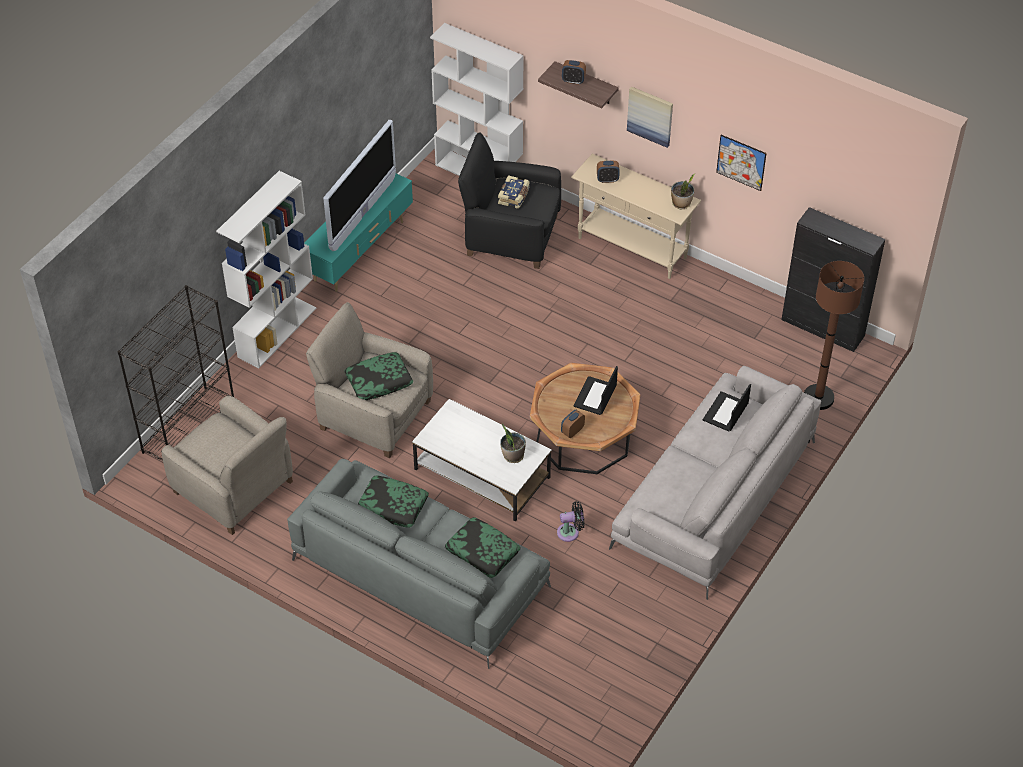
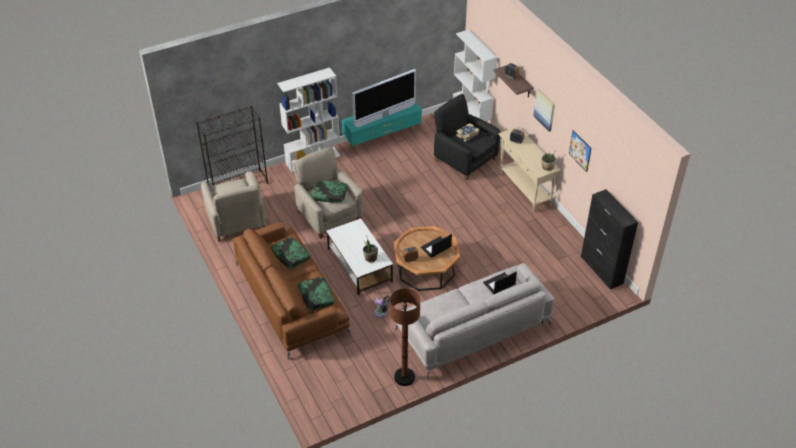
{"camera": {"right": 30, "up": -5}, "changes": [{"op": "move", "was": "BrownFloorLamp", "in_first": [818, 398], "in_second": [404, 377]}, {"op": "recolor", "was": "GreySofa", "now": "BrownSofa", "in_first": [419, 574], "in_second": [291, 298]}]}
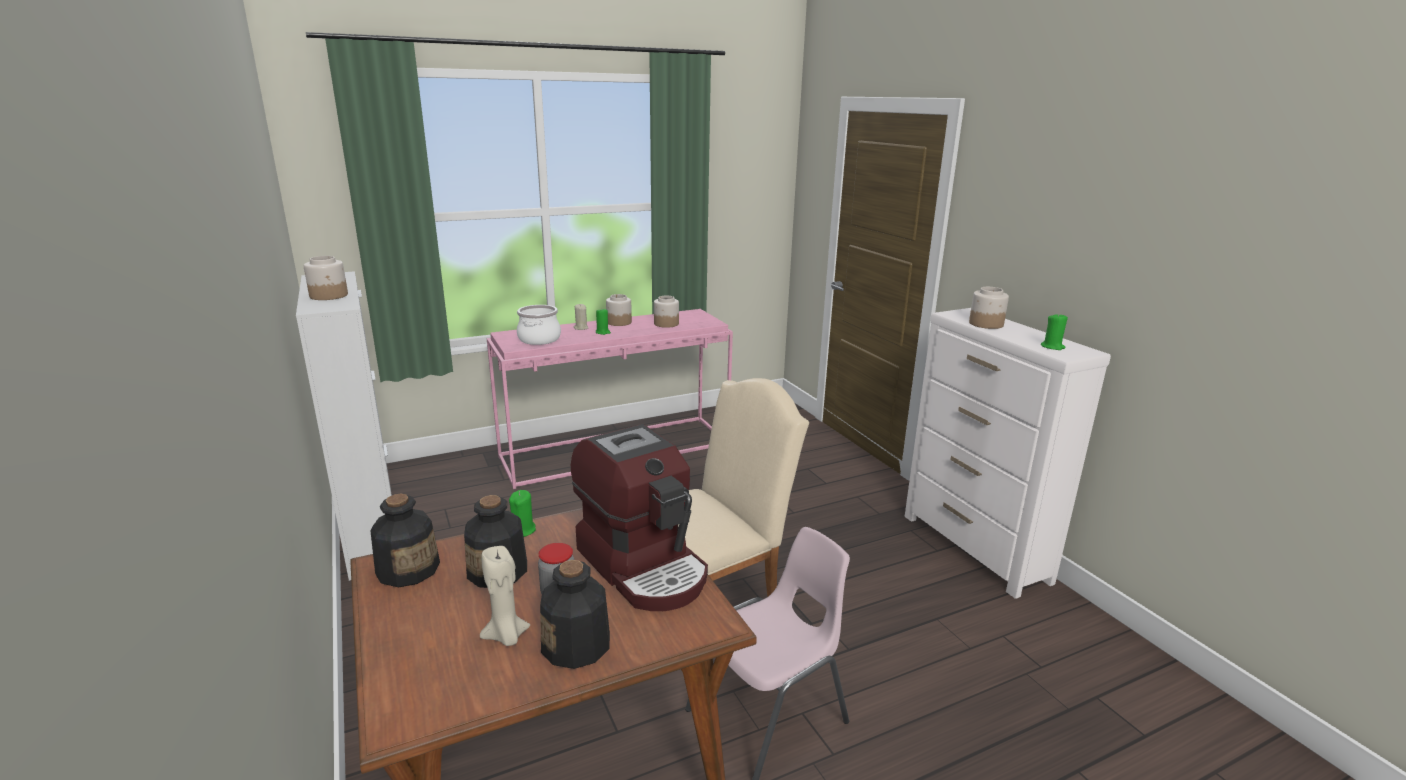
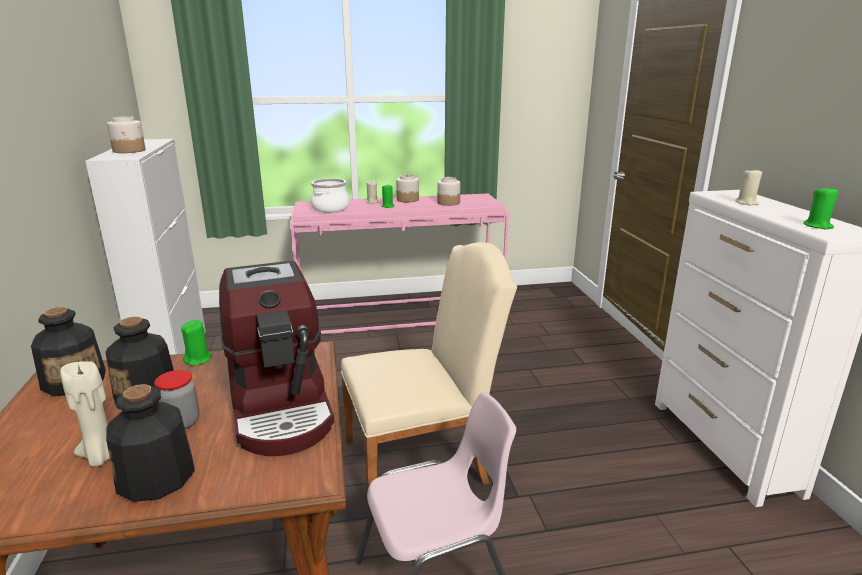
{"camera": {"right": 15, "up": 0}, "changes": [{"op": "replace", "was": "Jar", "now": "BeigeCandle", "in_first": [985, 324], "in_second": [746, 203]}]}
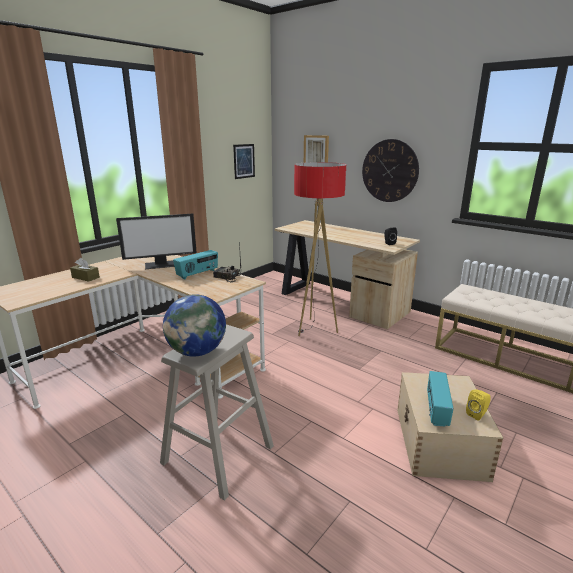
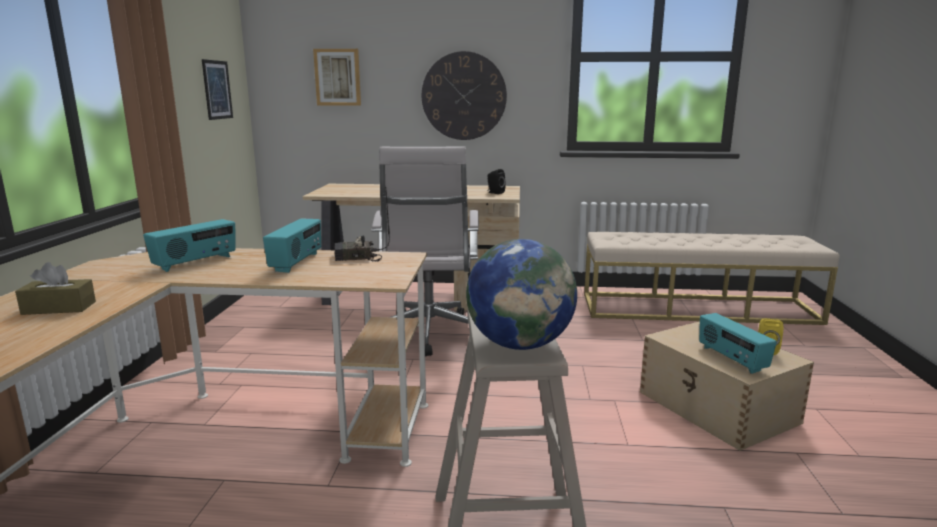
{"camera": {"right": -35, "up": -5}, "changes": [{"op": "replace", "was": "Monitor", "now": "Radio", "in_first": [161, 264], "in_second": [196, 263]}, {"op": "replace", "was": "FloorLamp", "now": "WhiteOfficeChair", "in_first": [315, 329], "in_second": [429, 335]}]}
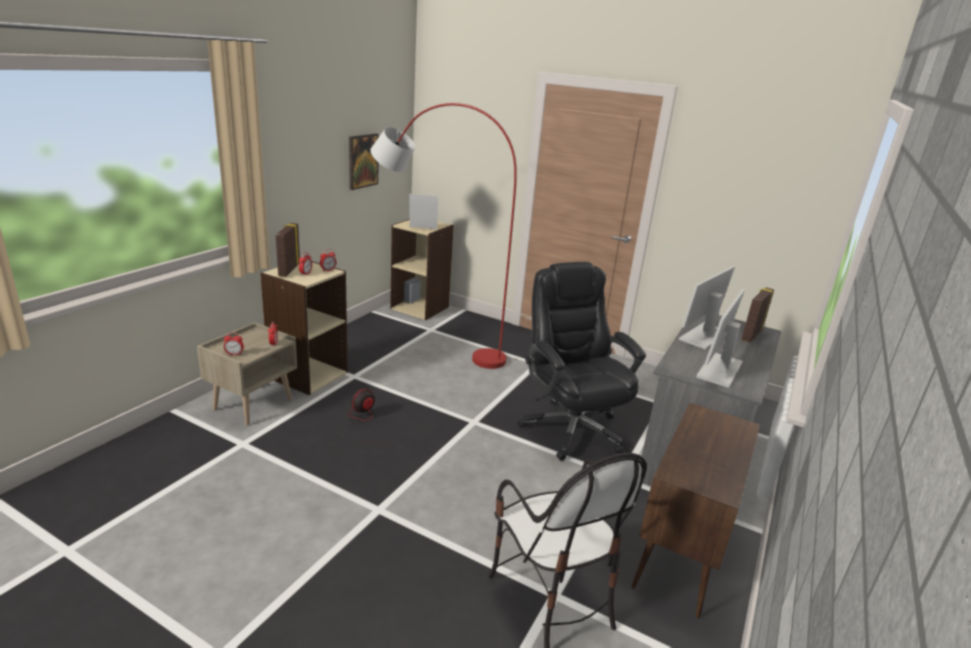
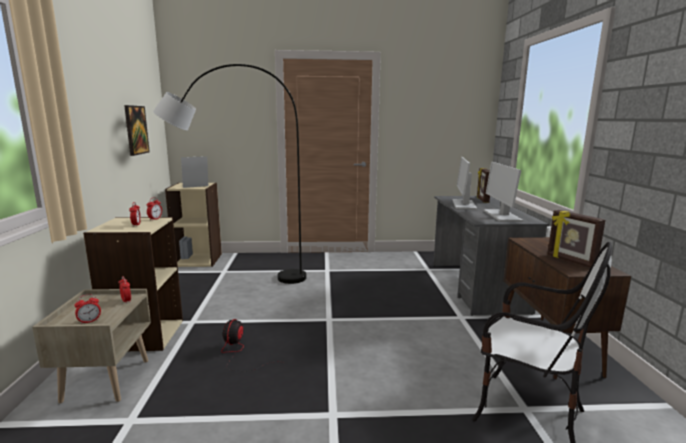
{"camera": {"right": -30, "up": -10}, "changes": [{"op": "delete", "was": "BlackOfficeChair", "in_first": [571, 428]}, {"op": "move", "was": "PictureFrame", "in_first": [288, 270], "in_second": [570, 261]}, {"op": "recolor", "was": "RedFloorLamp", "now": "GreyFloorLamp", "in_first": [432, 344], "in_second": [236, 280]}]}
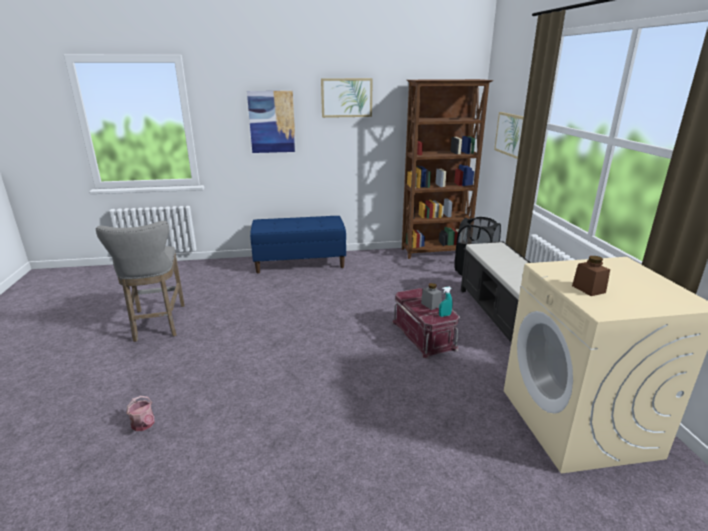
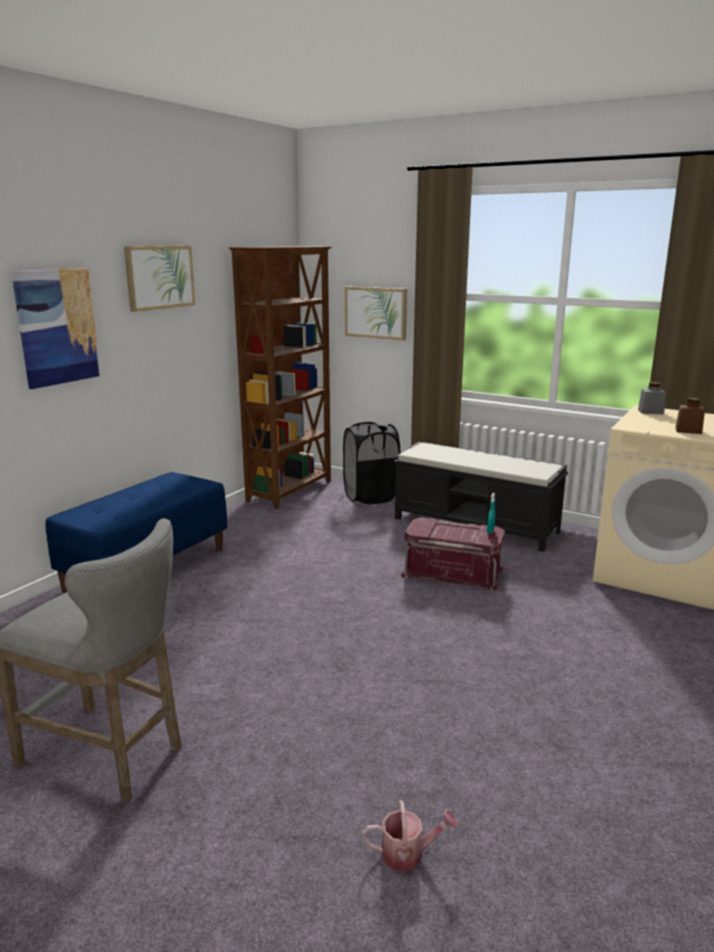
{"camera": {"right": -50, "up": -5}, "changes": [{"op": "move", "was": "GreyJar", "in_first": [431, 305], "in_second": [650, 412]}]}
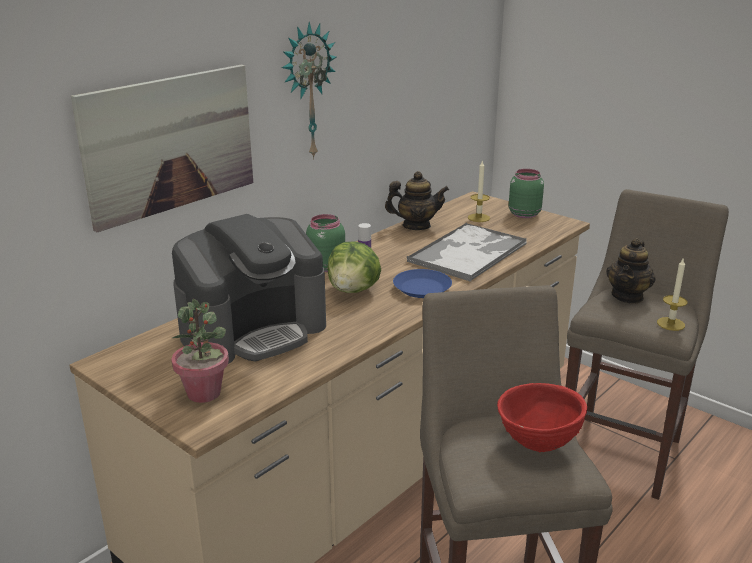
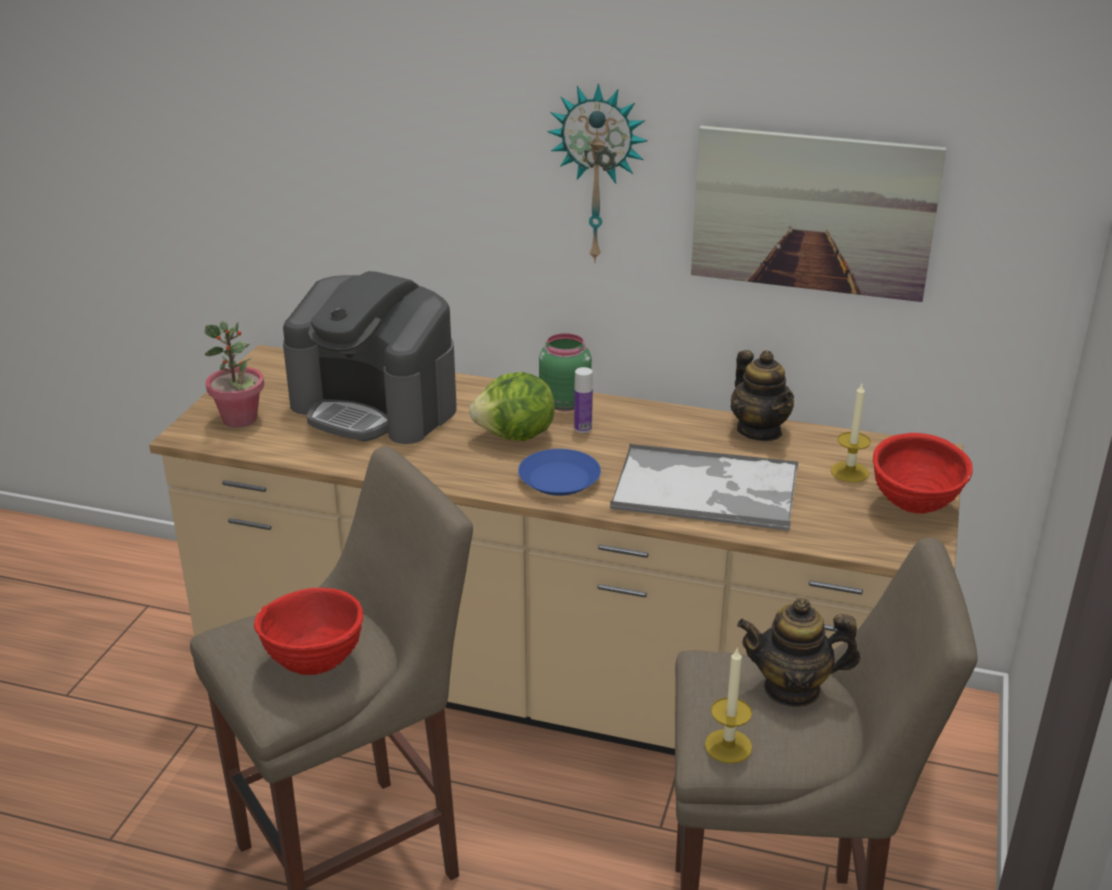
{"camera": {"right": 65, "up": 5}, "changes": [{"op": "move", "was": "Picture", "in_first": [170, 143], "in_second": [812, 212]}, {"op": "replace", "was": "GreenJar", "now": "RedBowl", "in_first": [523, 214], "in_second": [914, 507]}]}
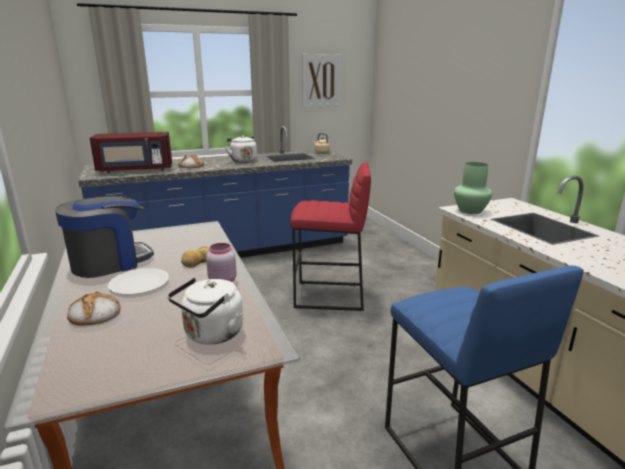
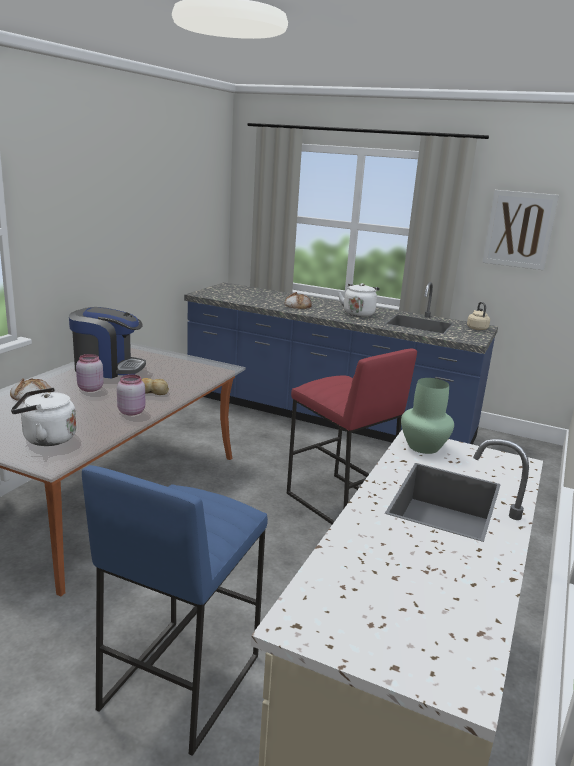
{"camera": {"right": 45, "up": 0}, "changes": [{"op": "delete", "was": "RedMicrowave", "in_first": [135, 170]}, {"op": "replace", "was": "WhitePlate", "now": "PinkJar", "in_first": [139, 283], "in_second": [89, 389]}]}
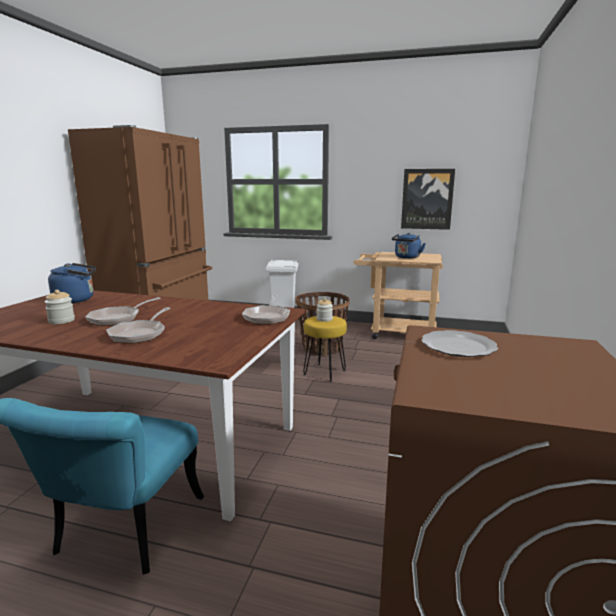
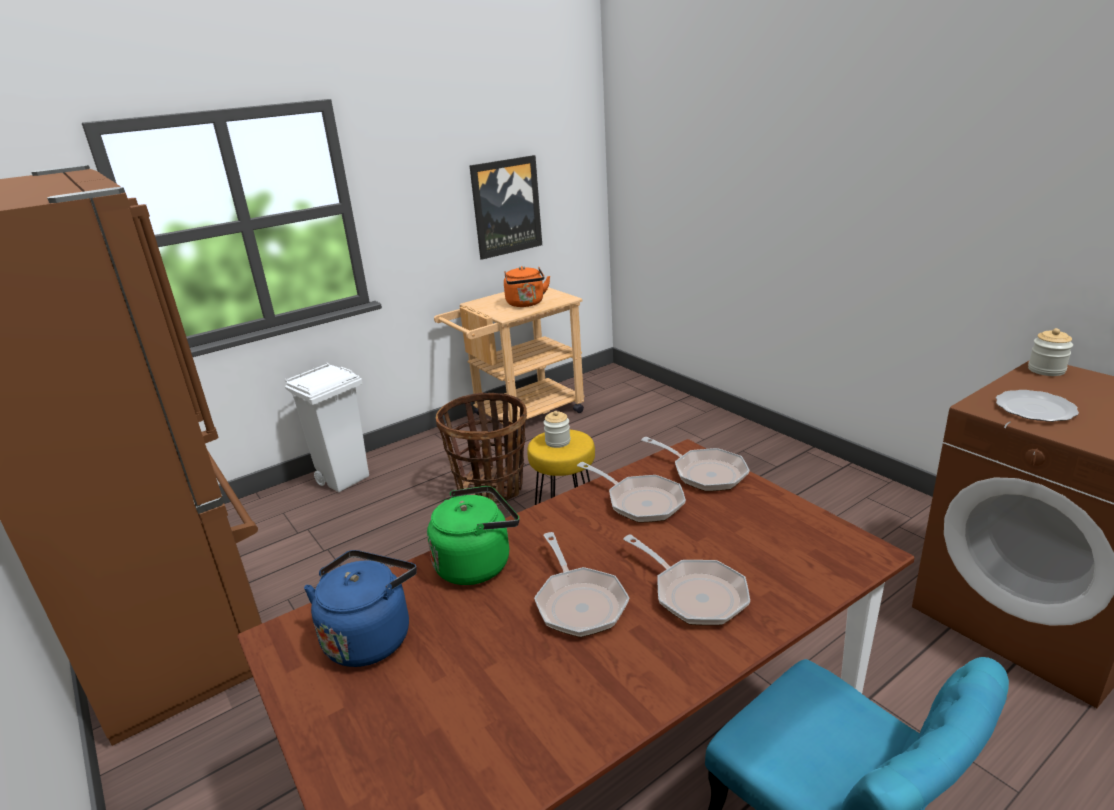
{"camera": {"right": -50, "up": 10}, "changes": [{"op": "insert", "now": "GreenKettle", "in_second": [477, 563]}, {"op": "insert", "now": "FryingPan", "in_second": [640, 502]}, {"op": "move", "was": "Jar", "in_first": [61, 321], "in_second": [1046, 370]}, {"op": "recolor", "was": "BlueKettle", "now": "OrangeKettle", "in_first": [406, 257], "in_second": [526, 304]}]}
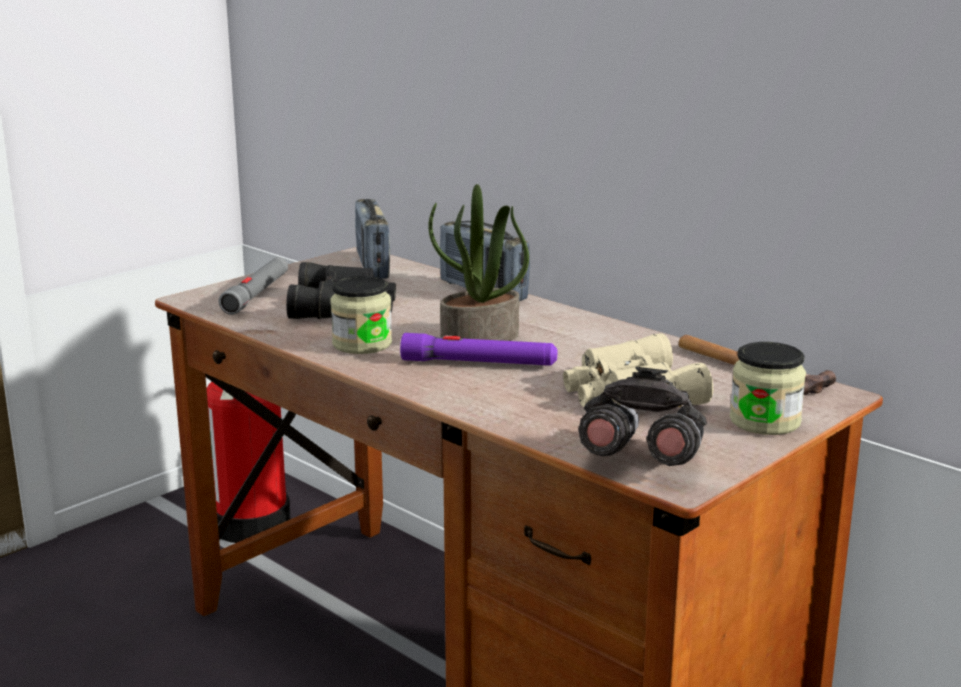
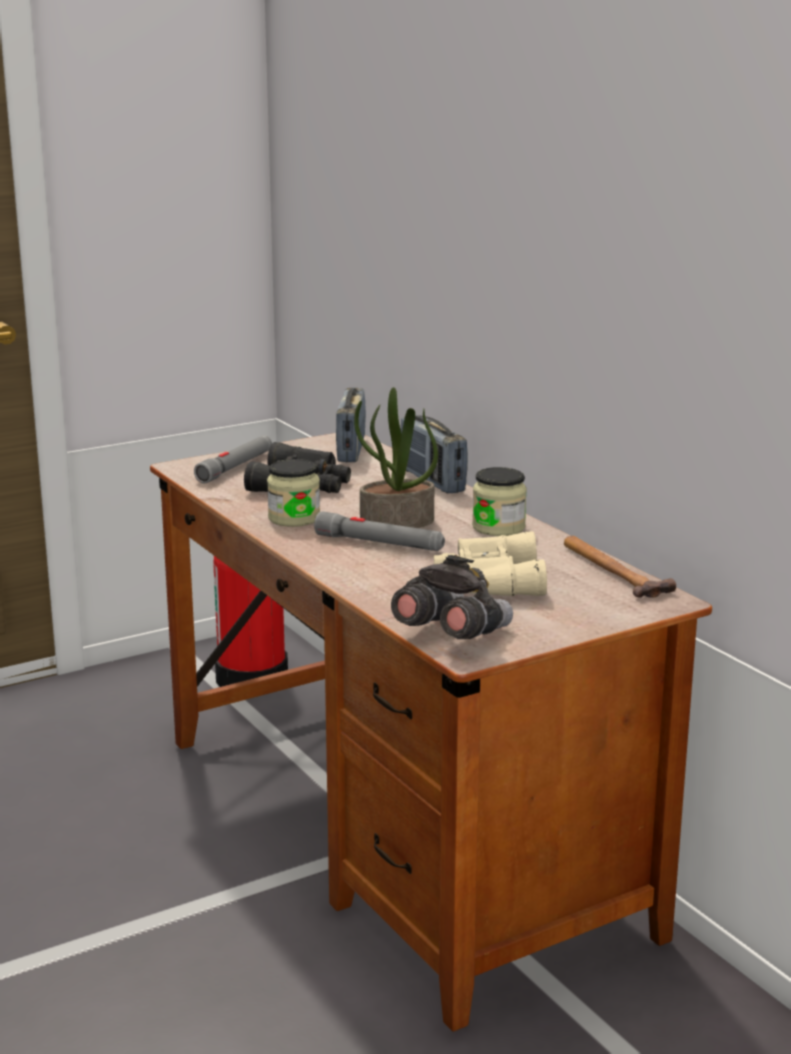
{"camera": {"right": 15, "up": 0}, "changes": [{"op": "move", "was": "Jar", "in_first": [765, 421], "in_second": [498, 527]}, {"op": "recolor", "was": "PurpleFlashlight", "now": "GreyFlashlight", "in_first": [479, 363], "in_second": [379, 543]}]}
